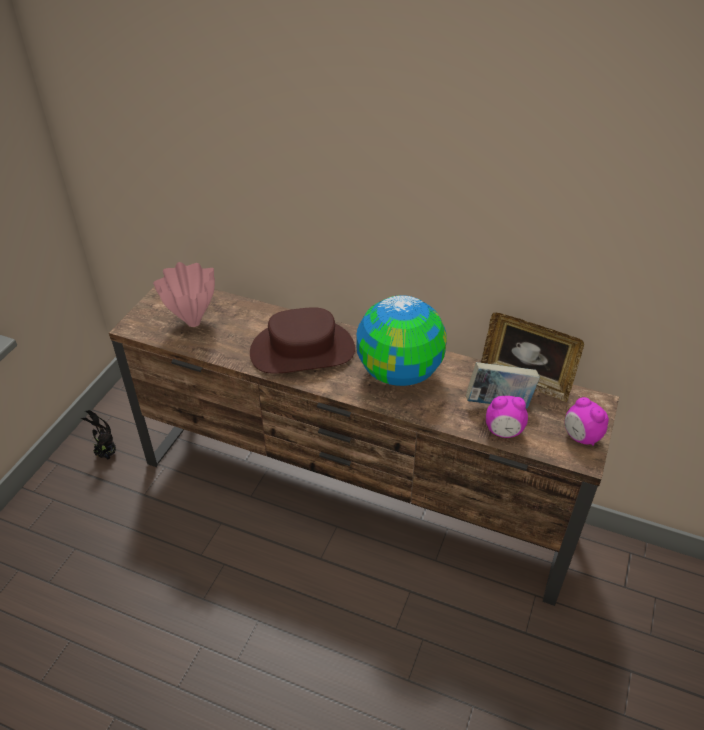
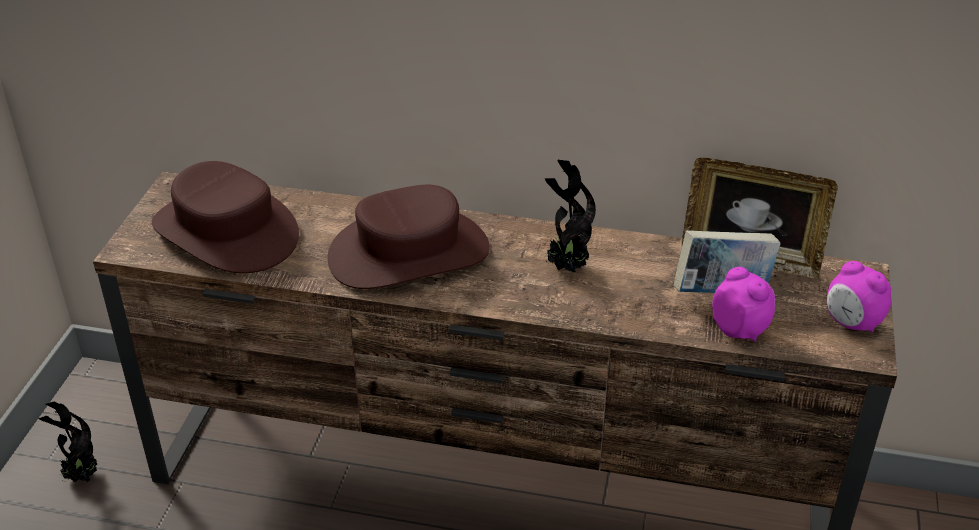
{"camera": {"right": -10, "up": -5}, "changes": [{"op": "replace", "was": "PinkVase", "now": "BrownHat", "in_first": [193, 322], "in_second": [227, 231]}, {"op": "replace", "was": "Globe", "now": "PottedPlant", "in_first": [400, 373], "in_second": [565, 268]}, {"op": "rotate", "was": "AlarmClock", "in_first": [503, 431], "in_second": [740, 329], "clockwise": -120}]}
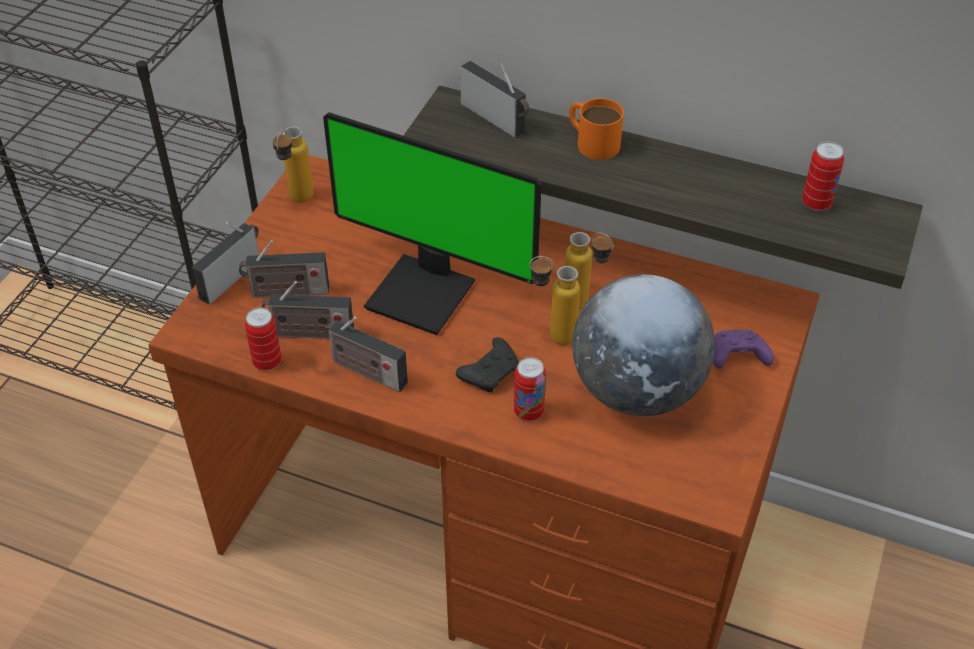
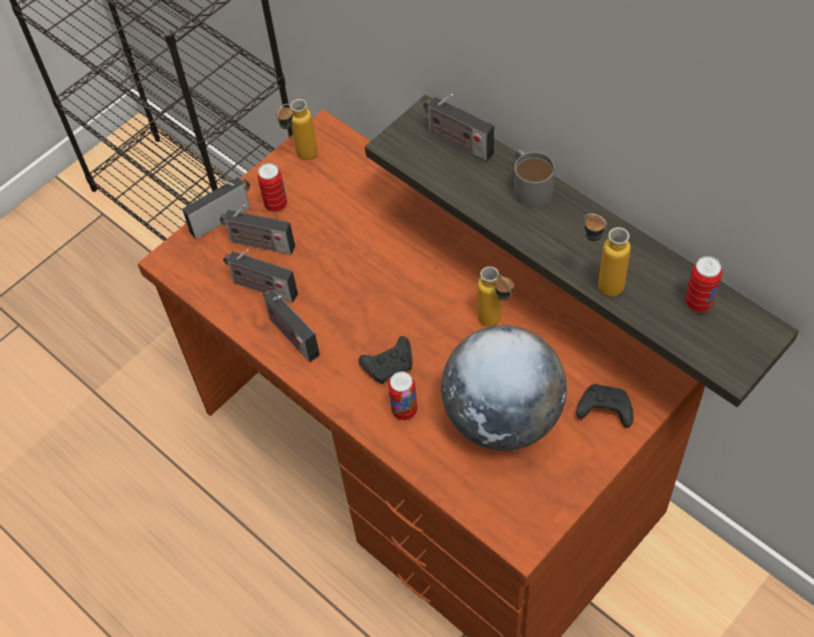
{"camera": {"right": 25, "up": 10}, "changes": [{"op": "delete", "was": "Monitor", "in_first": [424, 293]}, {"op": "move", "was": "Can", "in_first": [267, 362], "in_second": [276, 204]}, {"op": "move", "was": "Bottle", "in_first": [551, 335], "in_second": [600, 283]}, {"op": "recolor", "was": "OrangeMug", "now": "GreyMug", "in_first": [592, 141], "in_second": [529, 186]}, {"op": "recolor", "was": "PurpleGameController", "now": "BlackGameController", "in_first": [736, 357], "in_second": [603, 410]}, {"op": "rotate", "was": "Radio", "in_first": [496, 119], "in_second": [457, 142], "clockwise": 150}]}
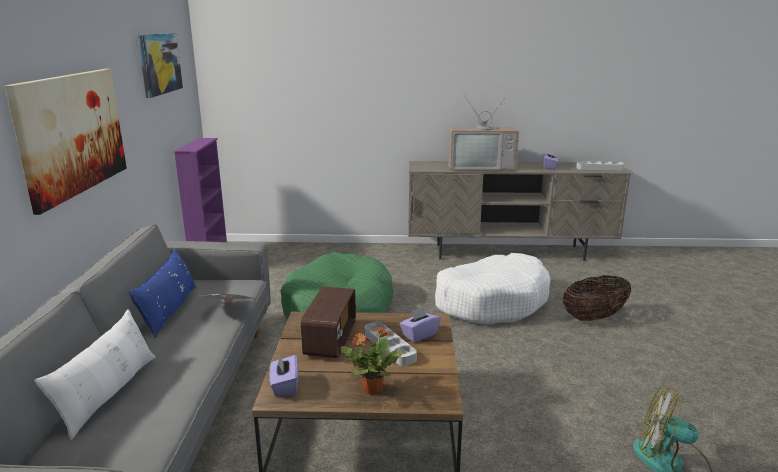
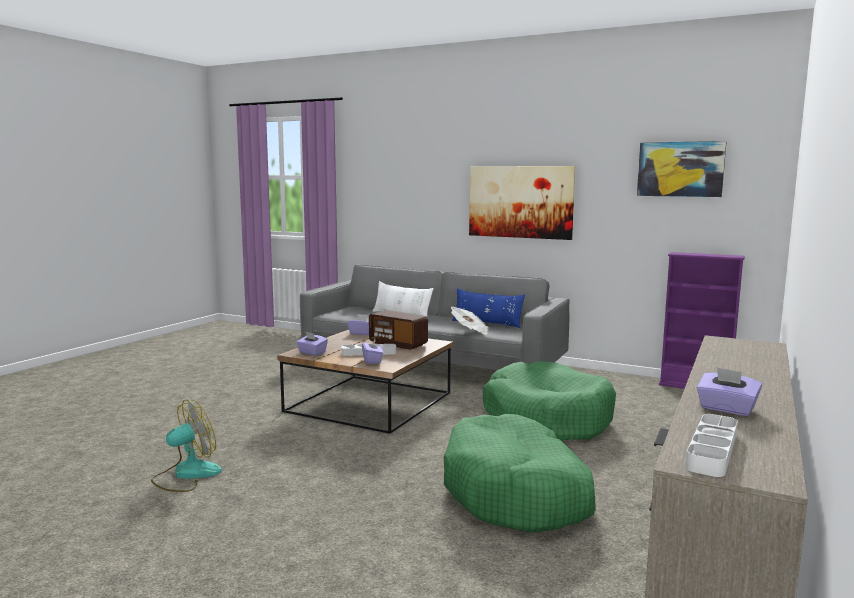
{"camera": {"right": 115, "up": -10}, "changes": [{"op": "delete", "was": "PottedPlant", "in_first": [371, 389]}, {"op": "delete", "was": "Television", "in_first": [481, 167]}, {"op": "delete", "was": "Basket", "in_first": [594, 317]}, {"op": "insert", "now": "PurpleTissueBox", "in_second": [312, 353]}, {"op": "recolor", "was": "WhiteDogBed", "now": "GreenDogBed", "in_first": [491, 301], "in_second": [516, 493]}]}
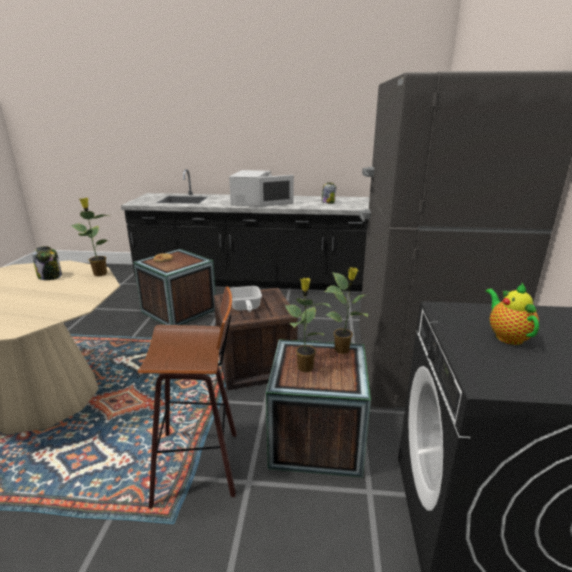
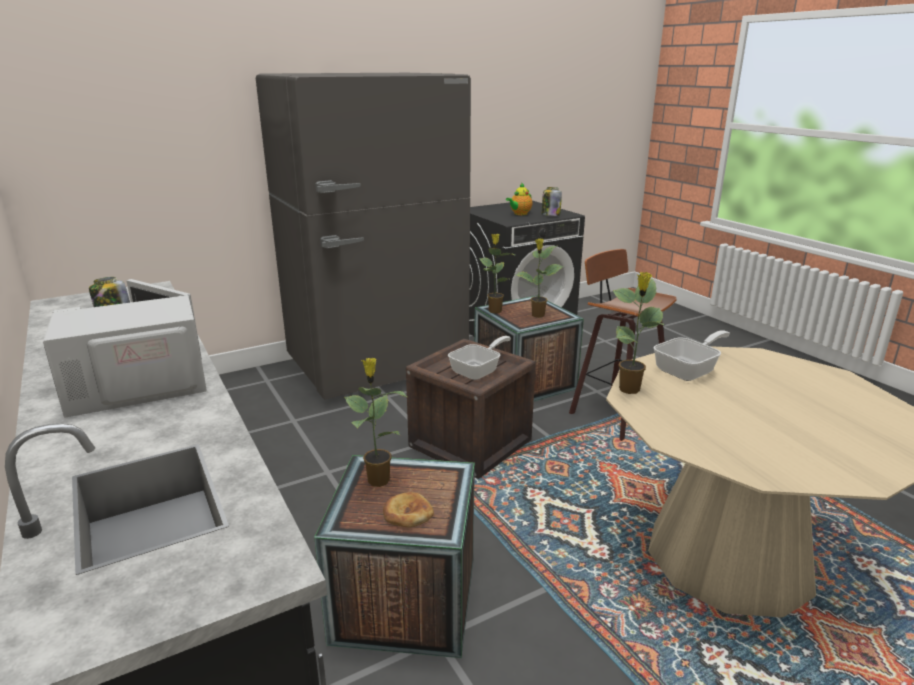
{"camera": {"right": -125, "up": 0}, "changes": [{"op": "insert", "now": "PottedPlant", "in_second": [378, 479]}, {"op": "insert", "now": "FryingPan", "in_second": [689, 370]}, {"op": "move", "was": "Jar", "in_first": [50, 276], "in_second": [550, 215]}]}
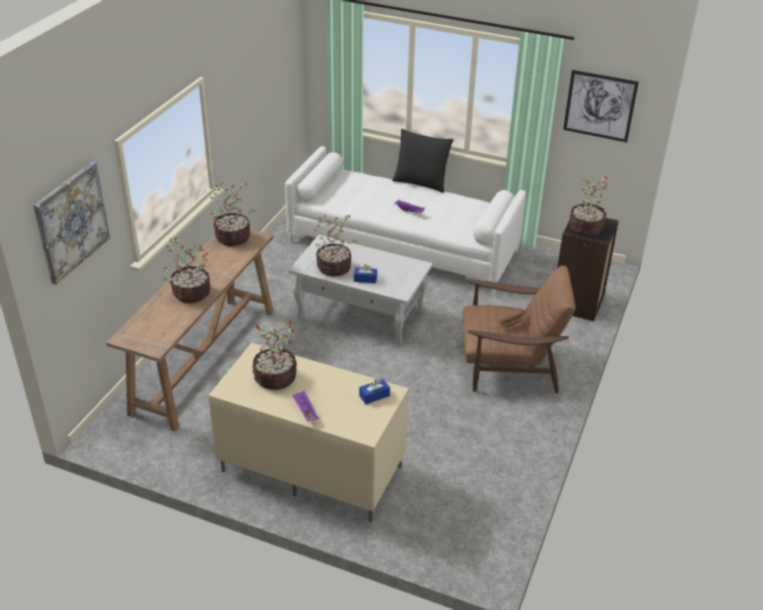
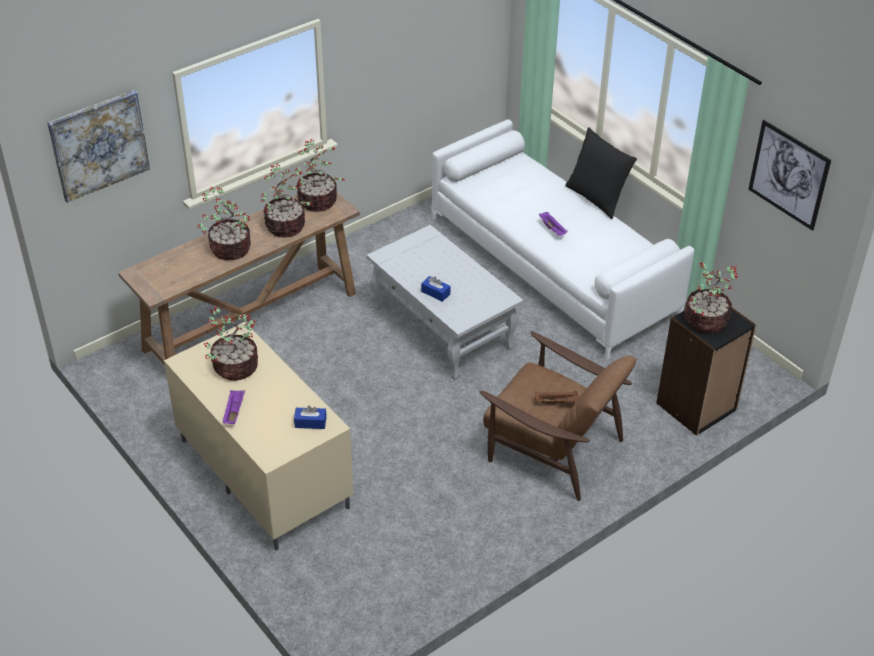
{"camera": {"right": 30, "up": 5}, "changes": [{"op": "move", "was": "PottedPlant", "in_first": [335, 267], "in_second": [286, 226]}]}
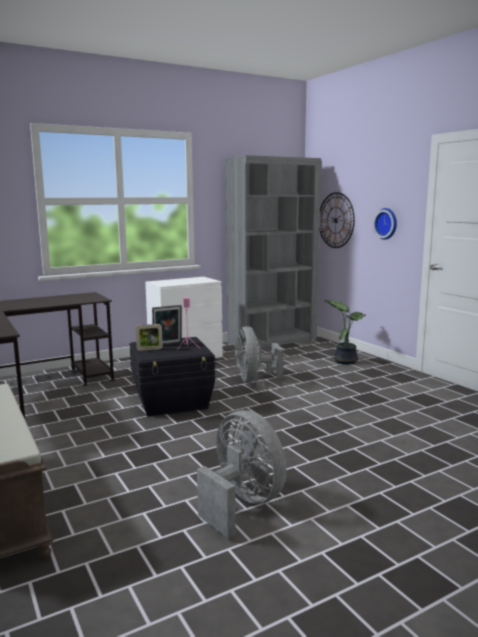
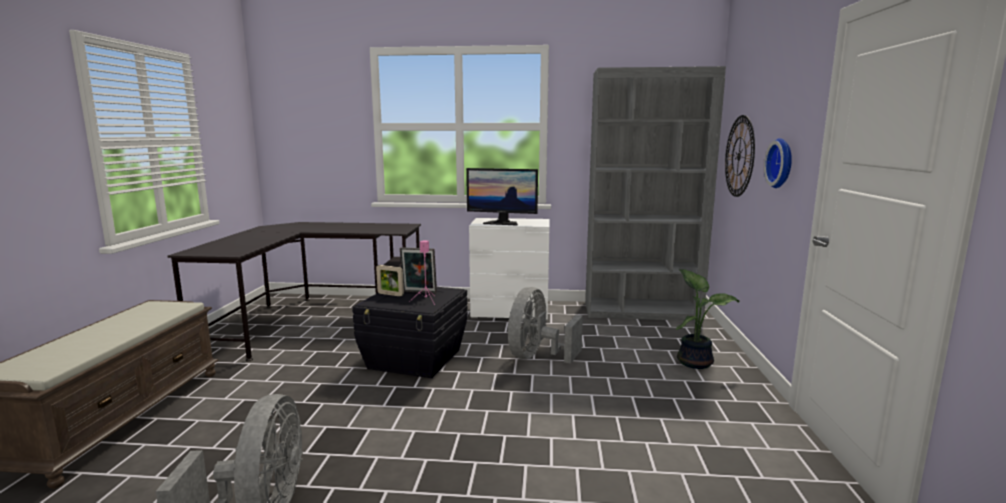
{"camera": {"right": 35, "up": 0}, "changes": [{"op": "insert", "now": "Monitor", "in_second": [502, 223]}]}
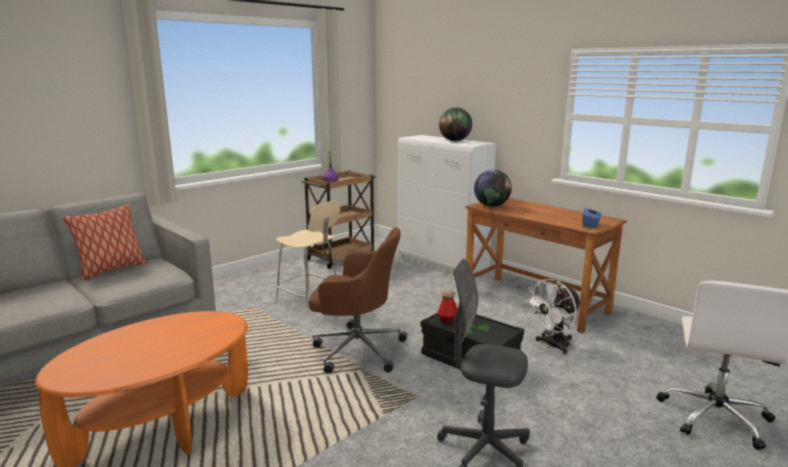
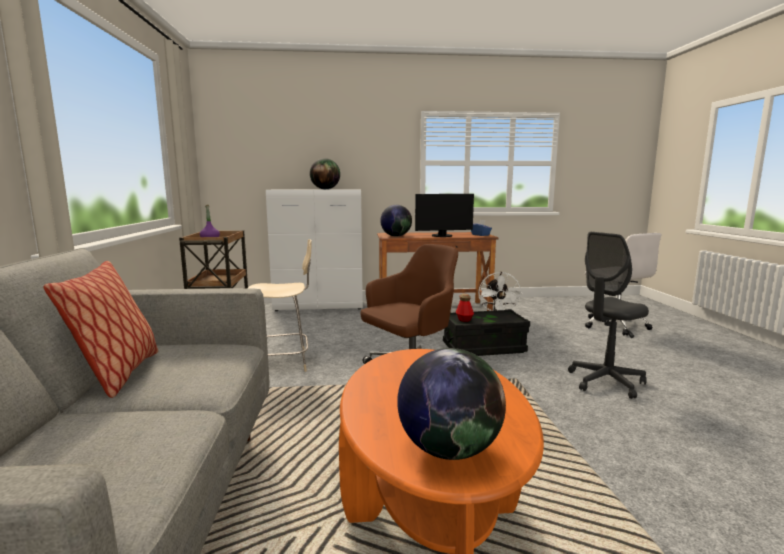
{"camera": {"right": -50, "up": -5}, "changes": [{"op": "insert", "now": "Globe", "in_second": [449, 450]}, {"op": "insert", "now": "Monitor", "in_second": [442, 236]}]}
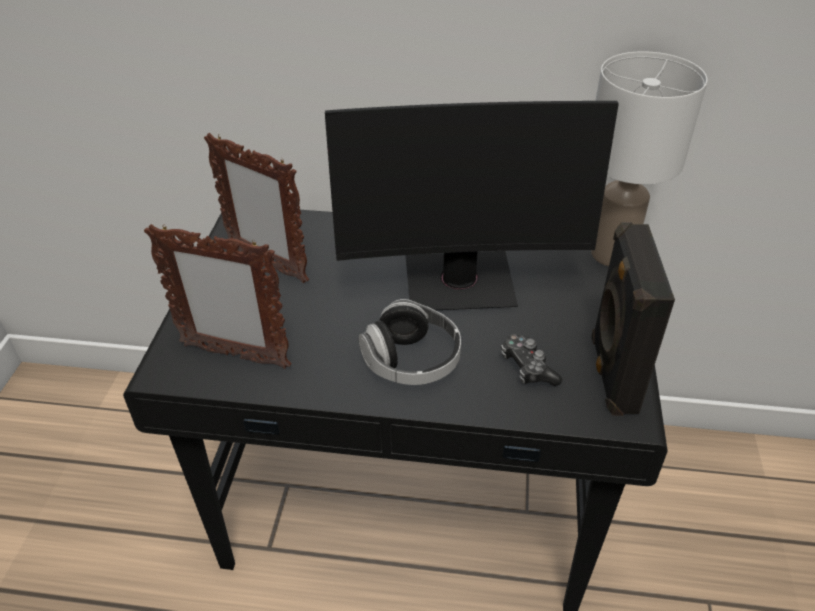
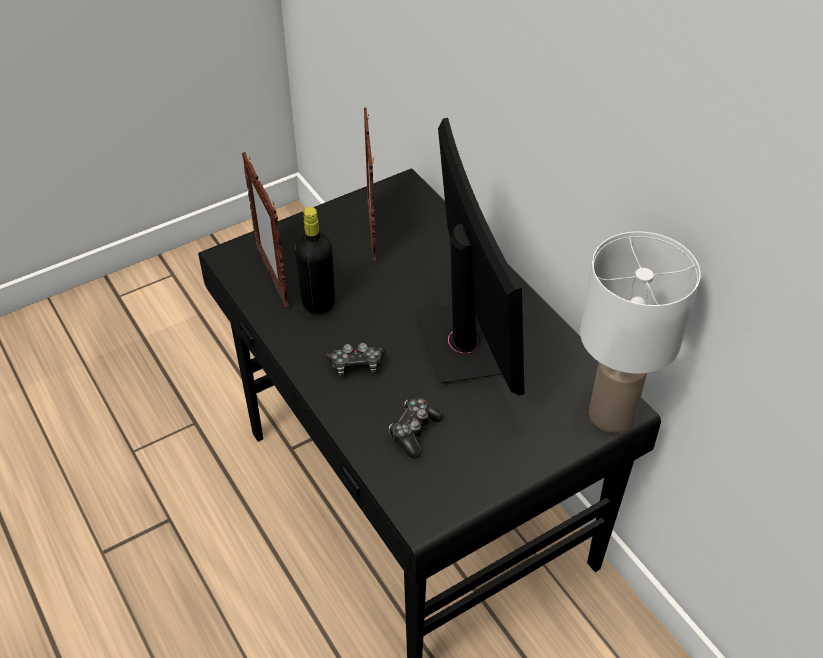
{"camera": {"right": 50, "up": 5}, "changes": [{"op": "delete", "was": "BlackSpeaker", "in_first": [611, 374]}, {"op": "insert", "now": "BlackBottle", "in_second": [318, 303]}, {"op": "replace", "was": "Headphones", "now": "GameController", "in_first": [412, 361], "in_second": [356, 365]}, {"op": "rotate", "was": "Monitor", "in_first": [460, 283], "in_second": [466, 342], "clockwise": -150}]}
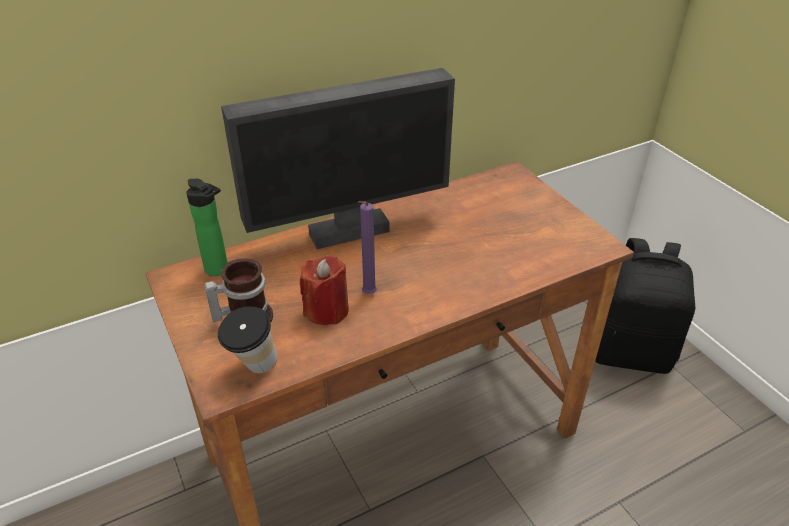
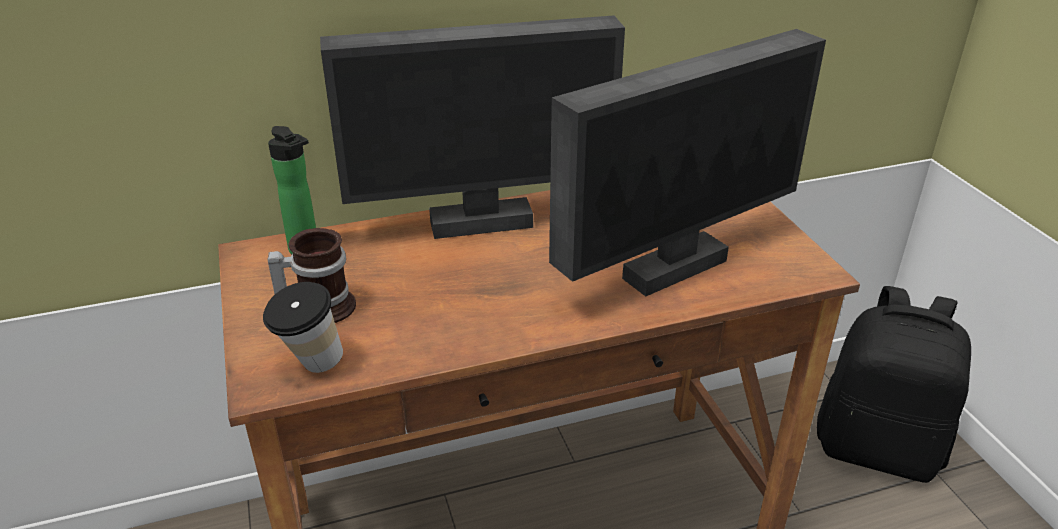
{"camera": {"right": 10, "up": -5}, "changes": [{"op": "delete", "was": "RedCandle", "in_first": [326, 310]}, {"op": "delete", "was": "PurpleCandle", "in_first": [367, 295]}, {"op": "insert", "now": "Monitor", "in_second": [672, 267]}]}
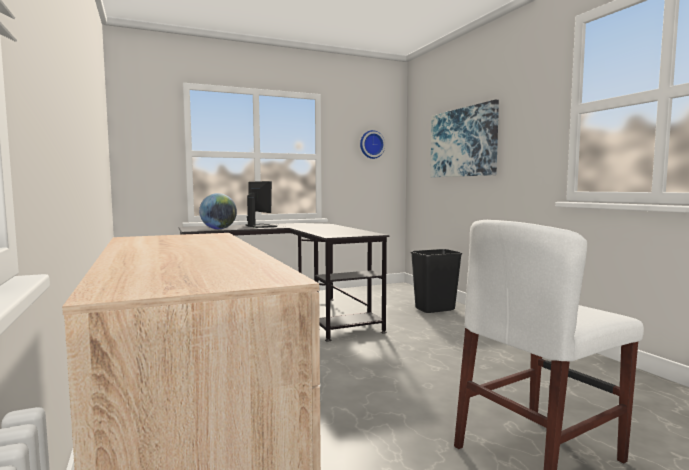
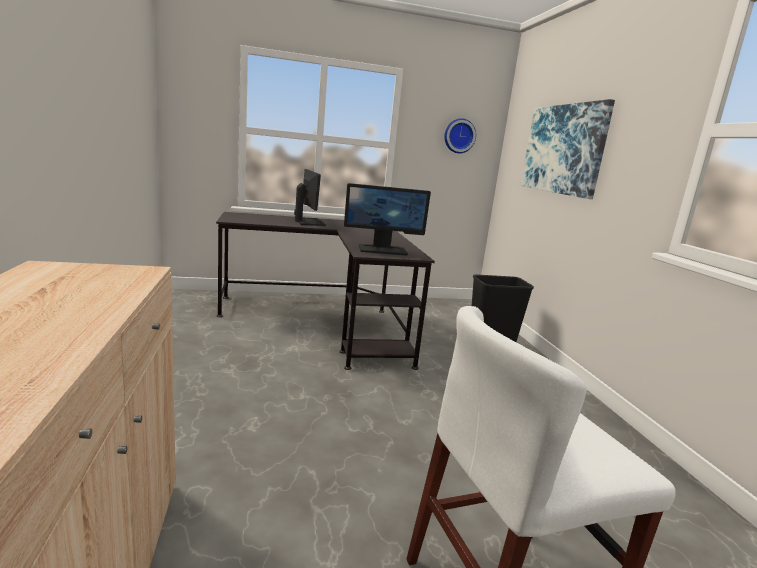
{"camera": {"right": 10, "up": 10}, "changes": [{"op": "delete", "was": "Globe", "in_first": [218, 229]}, {"op": "insert", "now": "Monitor", "in_second": [383, 250]}]}
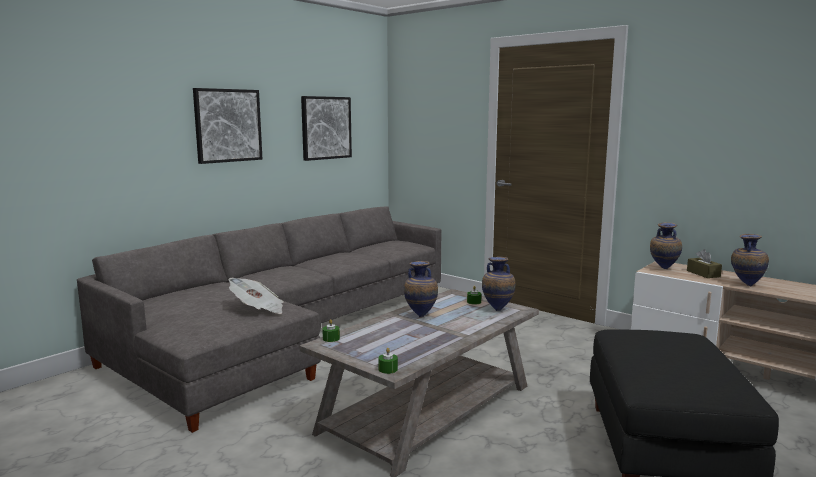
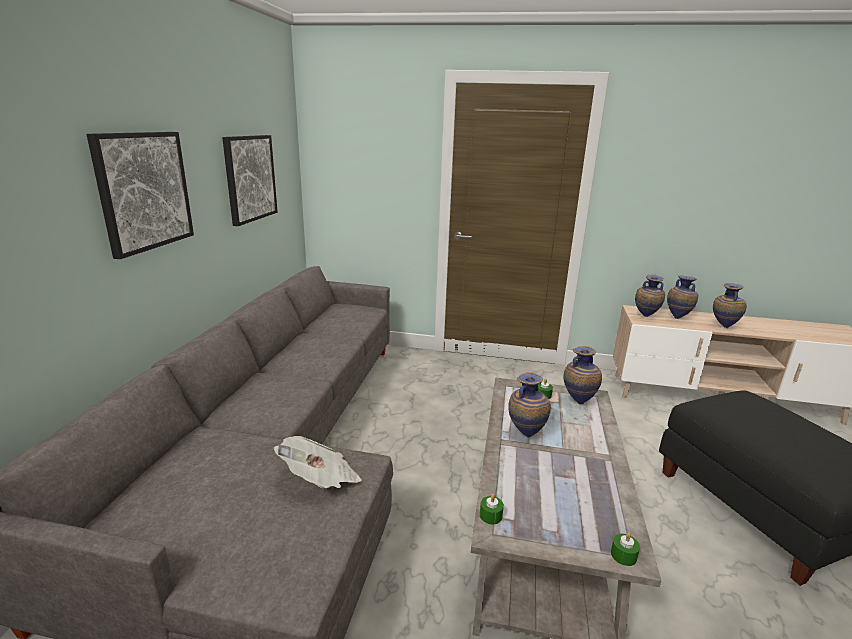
{"camera": {"right": -30, "up": 10}, "changes": [{"op": "replace", "was": "BrownTissueBox", "now": "Vase", "in_first": [703, 274], "in_second": [678, 317]}]}
